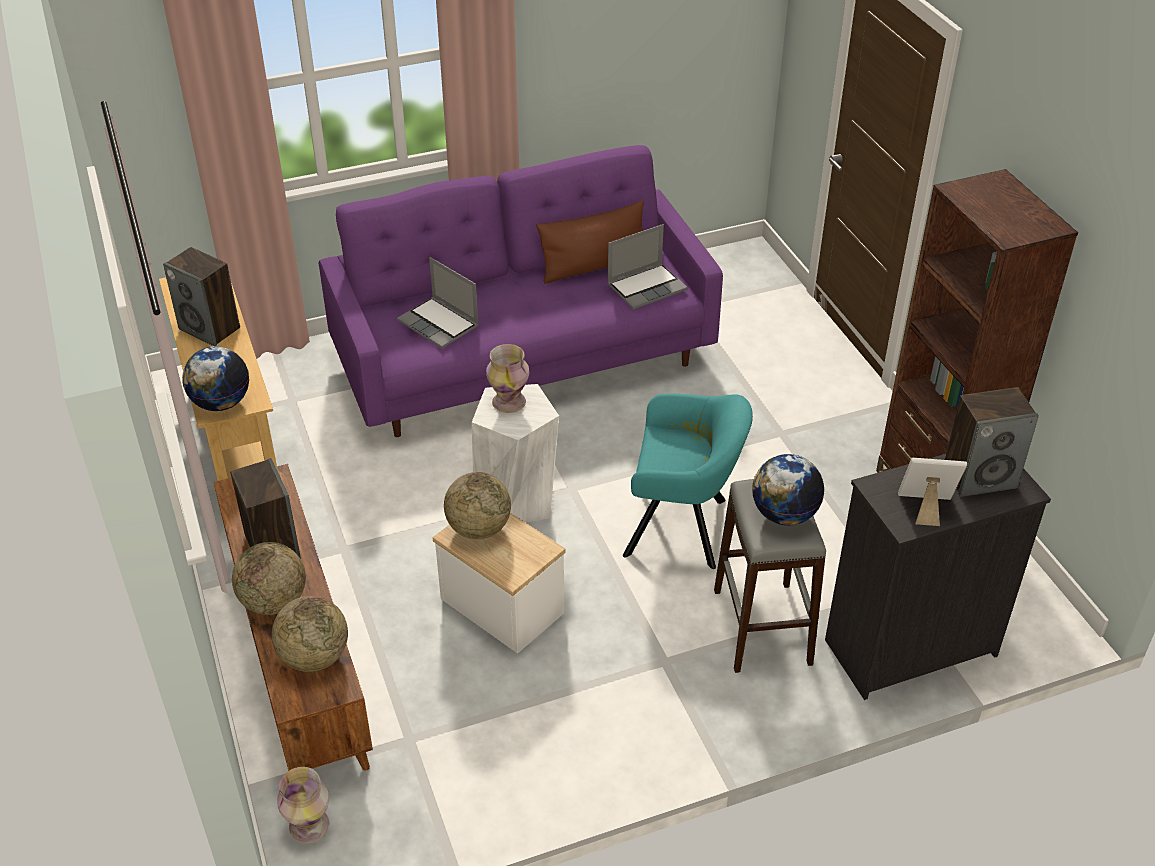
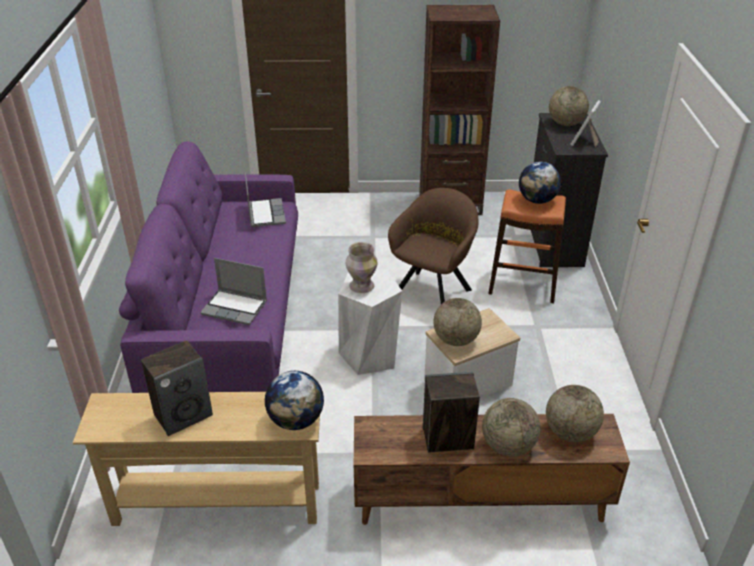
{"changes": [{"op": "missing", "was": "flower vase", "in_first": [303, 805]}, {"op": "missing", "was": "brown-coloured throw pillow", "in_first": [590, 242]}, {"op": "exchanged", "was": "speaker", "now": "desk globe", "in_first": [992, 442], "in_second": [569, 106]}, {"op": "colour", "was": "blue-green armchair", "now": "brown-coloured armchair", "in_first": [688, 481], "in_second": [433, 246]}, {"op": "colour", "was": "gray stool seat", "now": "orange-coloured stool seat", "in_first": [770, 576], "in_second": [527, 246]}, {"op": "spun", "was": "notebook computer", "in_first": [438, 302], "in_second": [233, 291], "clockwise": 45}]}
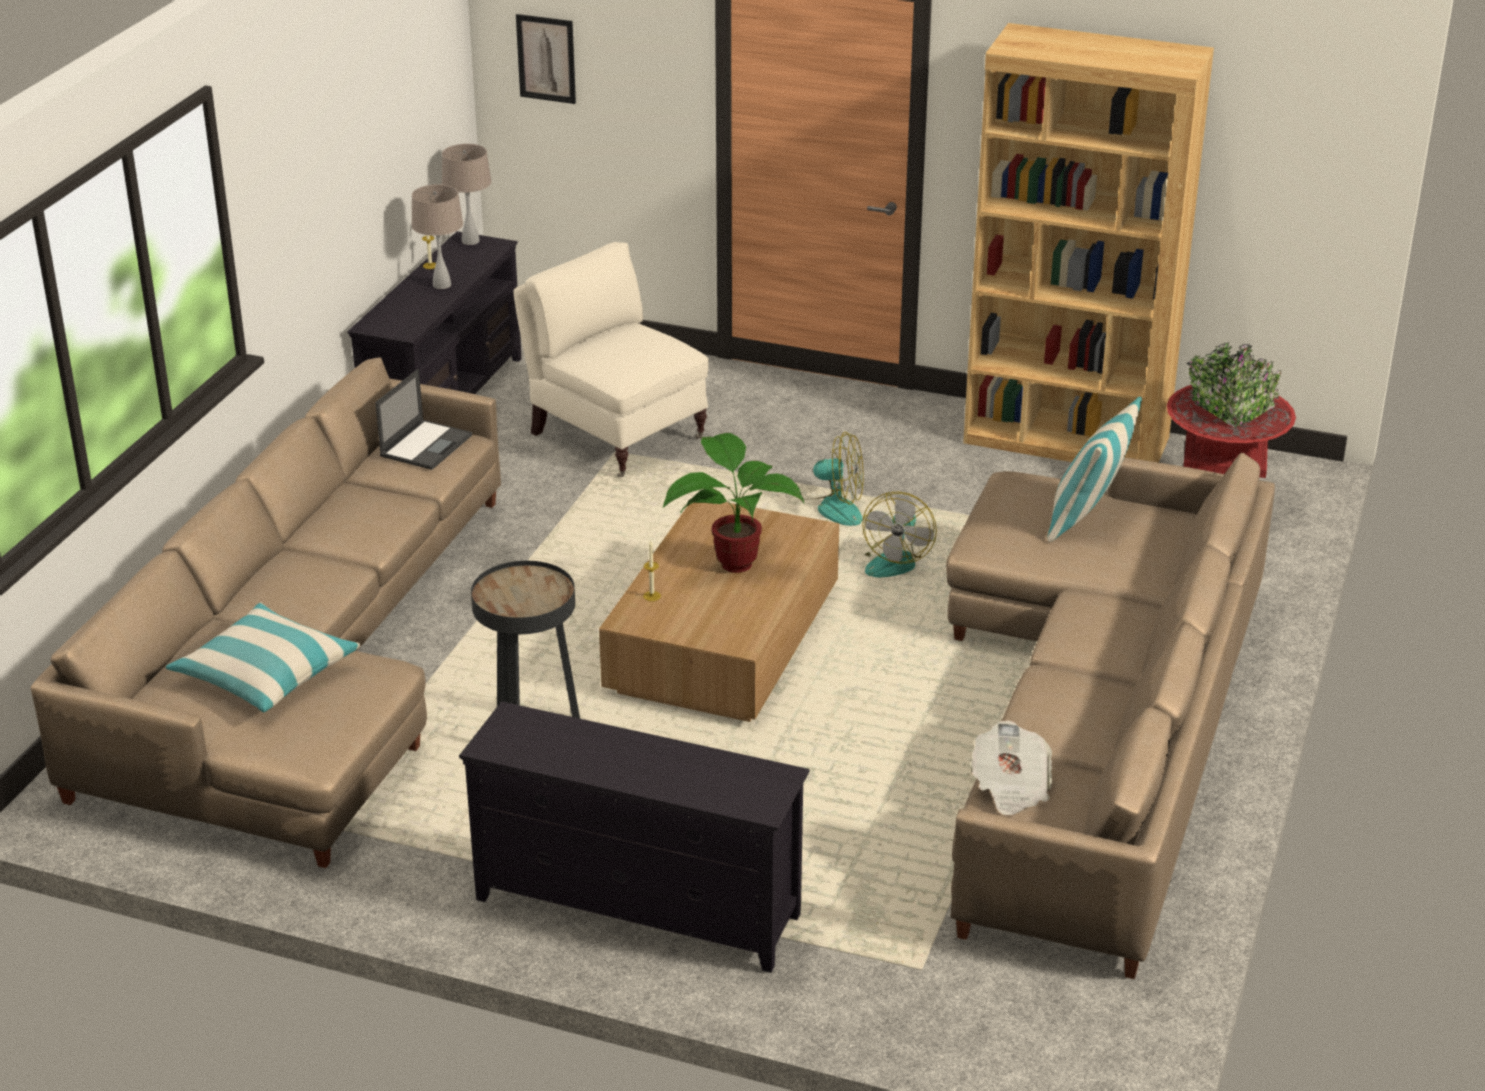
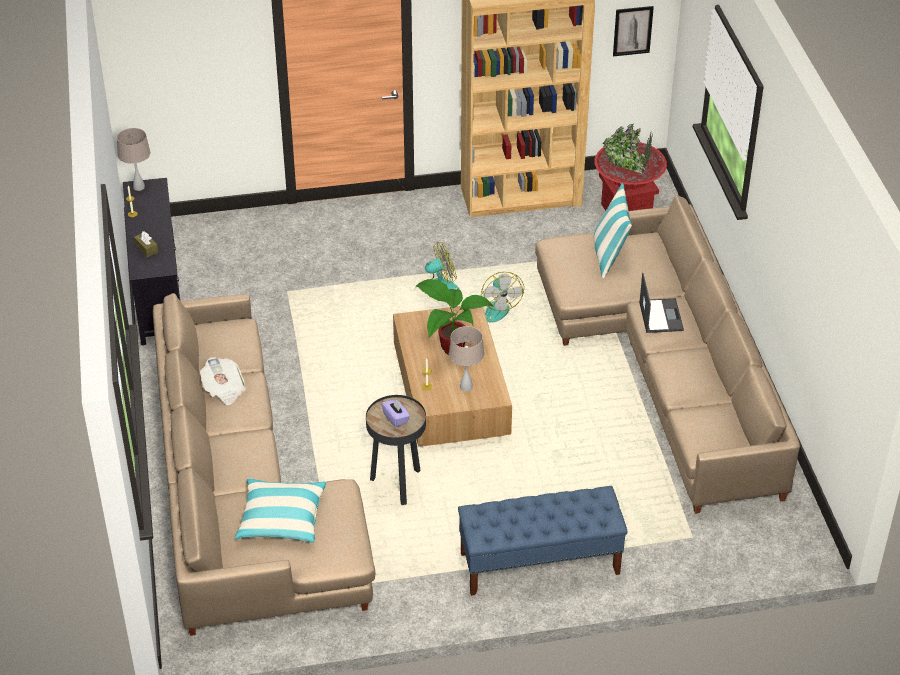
{"changes": [{"op": "missing", "was": "beige-coloured armchair", "in_first": [611, 359]}, {"op": "appeared", "now": "brown-coloured tissue holder", "in_second": [146, 244]}, {"op": "appeared", "now": "purple tissue holder", "in_second": [395, 413]}, {"op": "relocated", "was": "notebook computer", "in_first": [423, 419], "in_second": [661, 303]}, {"op": "relocated", "was": "beige-coloured lamp for a table", "in_first": [437, 236], "in_second": [466, 359]}, {"op": "relocated", "was": "wall art", "in_first": [546, 59], "in_second": [633, 31]}, {"op": "relocated", "was": "daily paper", "in_first": [1011, 768], "in_second": [223, 381]}, {"op": "exchanged", "was": "black tv stand", "now": "blue-coloured bench", "in_first": [634, 837], "in_second": [543, 541]}]}
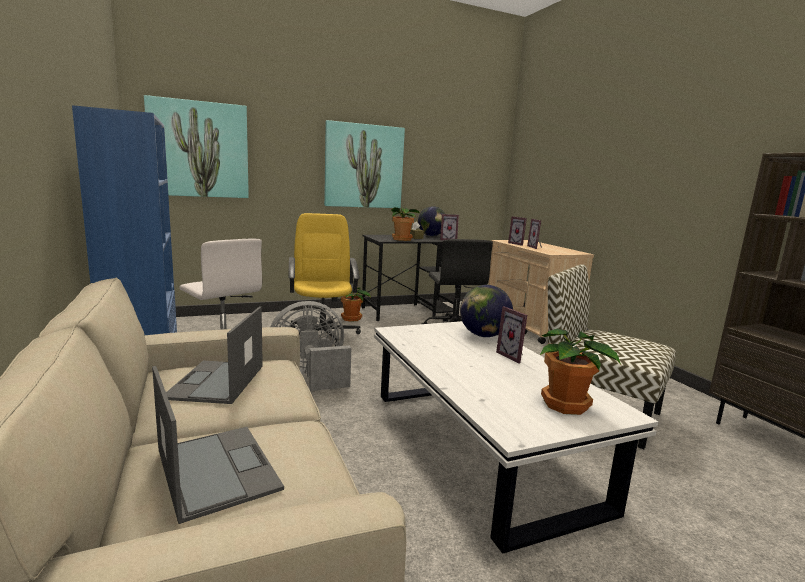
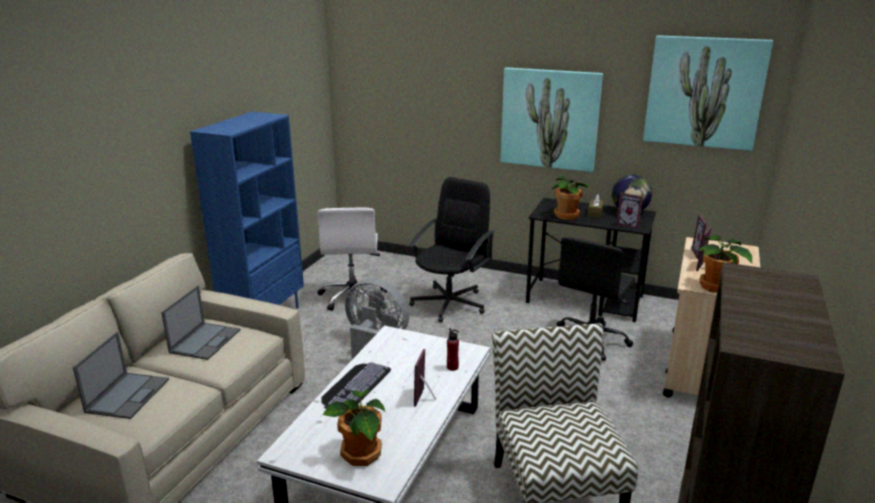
{"changes": [{"op": "appeared", "now": "PC keyboard", "in_second": [356, 385]}, {"op": "relocated", "was": "wall art", "in_first": [196, 146], "in_second": [708, 93]}, {"op": "relocated", "was": "plant in a pot", "in_first": [356, 305], "in_second": [724, 264]}, {"op": "exchanged", "was": "desk globe", "now": "reddish beverage bottle", "in_first": [486, 311], "in_second": [453, 349]}, {"op": "colour", "was": "yellowish office chair", "now": "black office chair", "in_first": [324, 279], "in_second": [452, 250]}, {"op": "spun", "was": "notebook computer", "in_first": [214, 355], "in_second": [201, 323], "clockwise": 150}]}
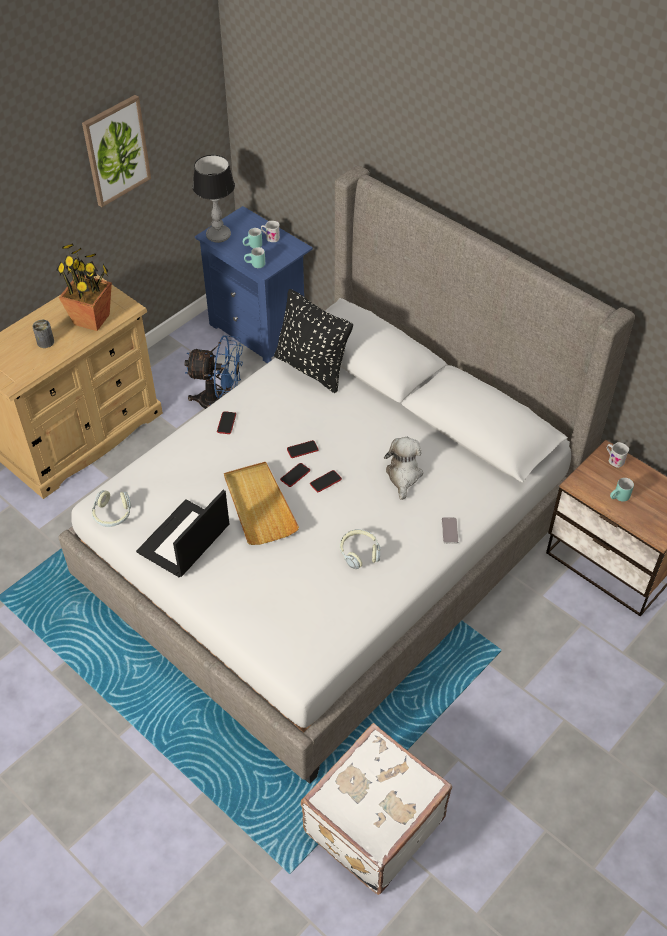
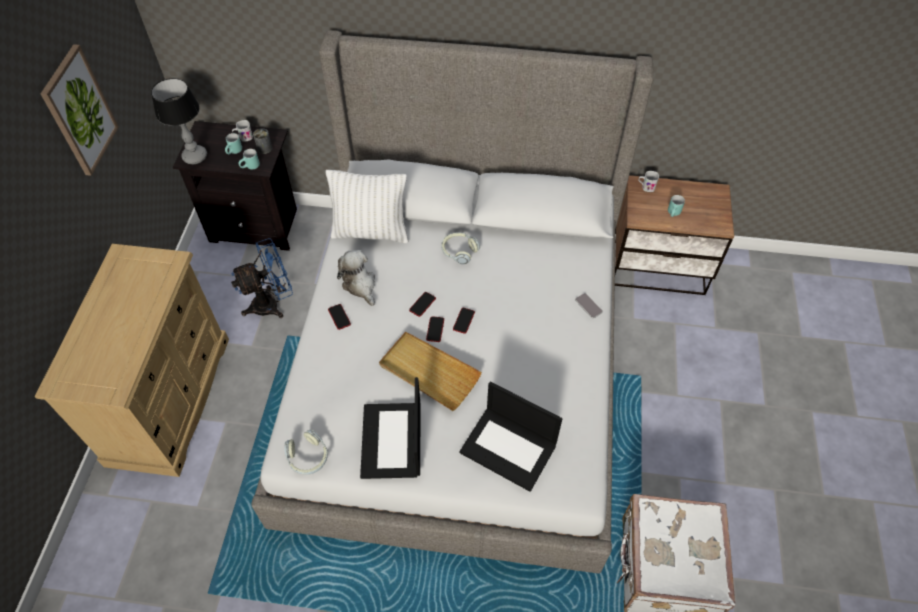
{"changes": [{"op": "missing", "was": "plant in a pot", "in_first": [84, 287]}, {"op": "appeared", "now": "notebook computer", "in_second": [510, 437]}, {"op": "relocated", "was": "sealed can", "in_first": [43, 334], "in_second": [262, 141]}, {"op": "relocated", "was": "headphones", "in_first": [359, 549], "in_second": [460, 248]}, {"op": "relocated", "was": "plush toy", "in_first": [403, 468], "in_second": [356, 278]}, {"op": "colour", "was": "blue-coloured night table", "now": "black night table", "in_first": [254, 284], "in_second": [235, 186]}, {"op": "colour", "was": "black throw pillow", "now": "whitish throw pillow", "in_first": [313, 341], "in_second": [367, 206]}]}
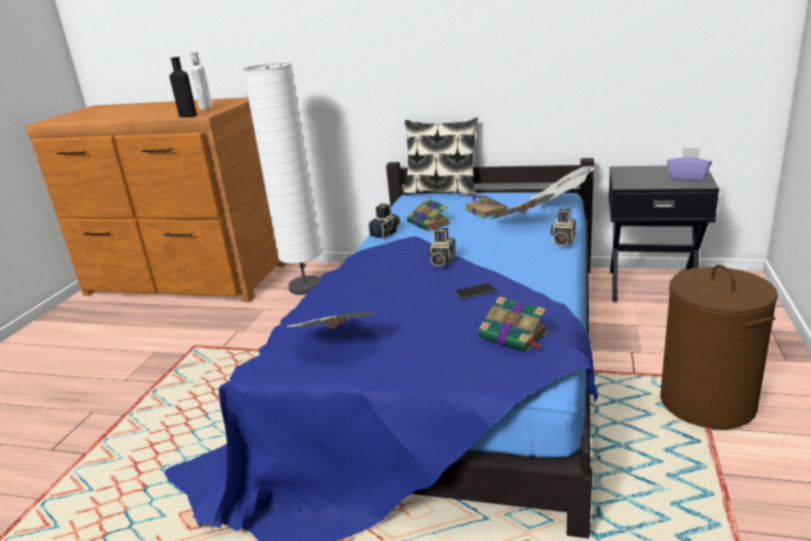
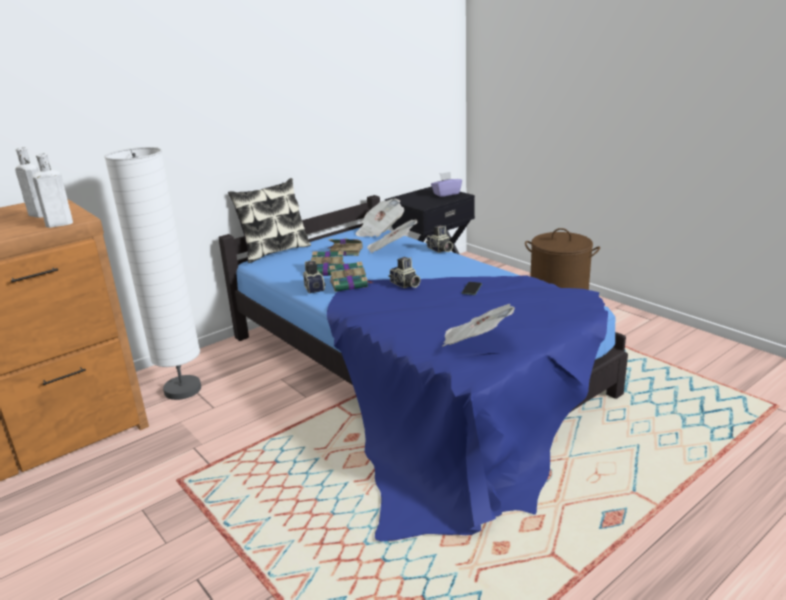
{"changes": [{"op": "relocated", "was": "bound book", "in_first": [513, 324], "in_second": [350, 276]}, {"op": "colour", "was": "black beverage bottle", "now": "whitish beverage bottle", "in_first": [183, 87], "in_second": [53, 190]}]}
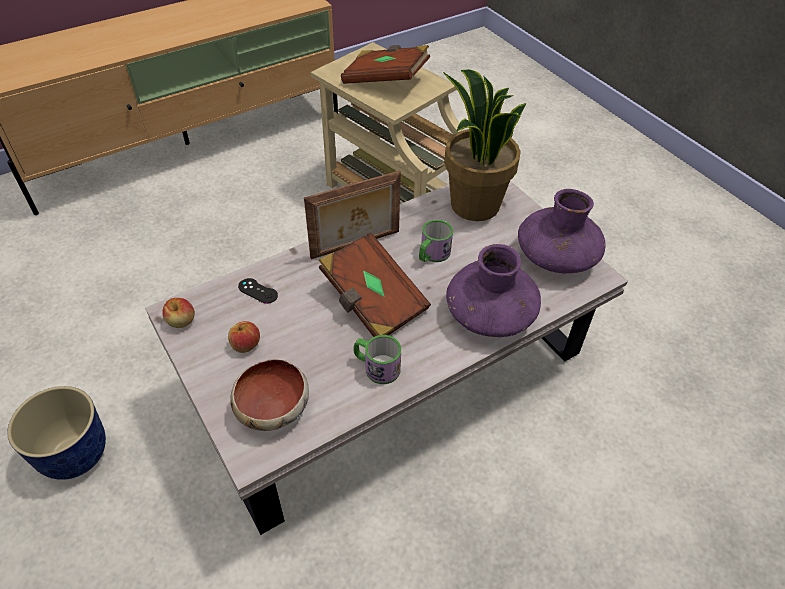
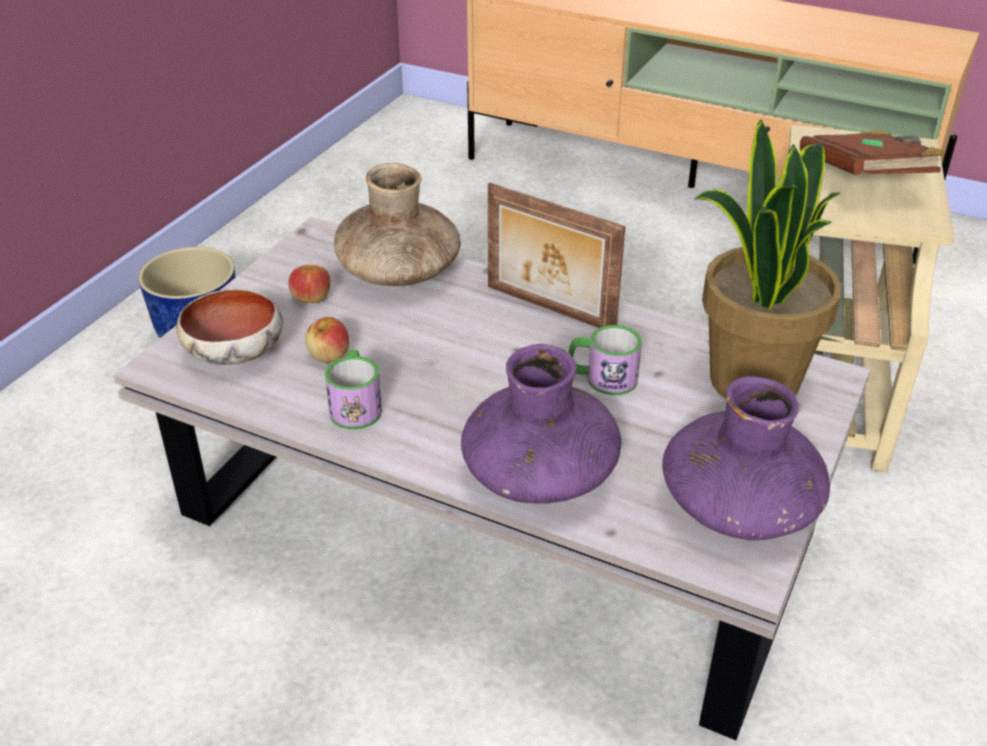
{"changes": [{"op": "missing", "was": "brown-coloured bound book", "in_first": [375, 284]}, {"op": "relocated", "was": "whole apple", "in_first": [178, 313], "in_second": [327, 339]}, {"op": "exchanged", "was": "black gamepad", "now": "brown-coloured flower vase", "in_first": [258, 291], "in_second": [397, 224]}]}
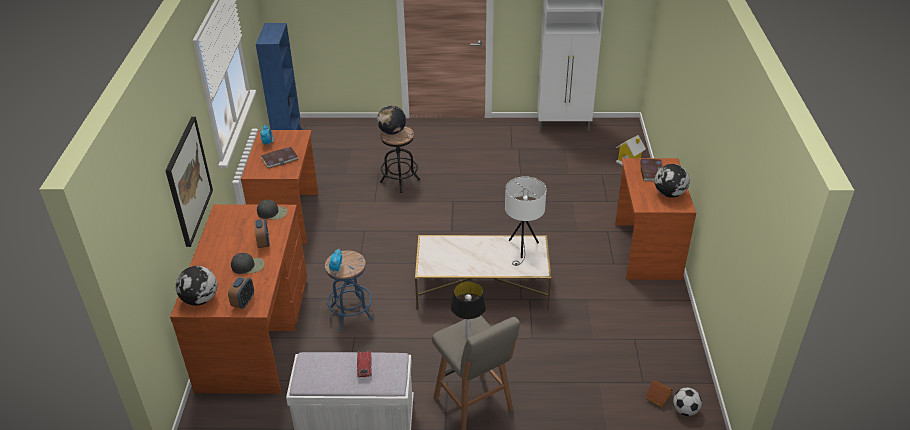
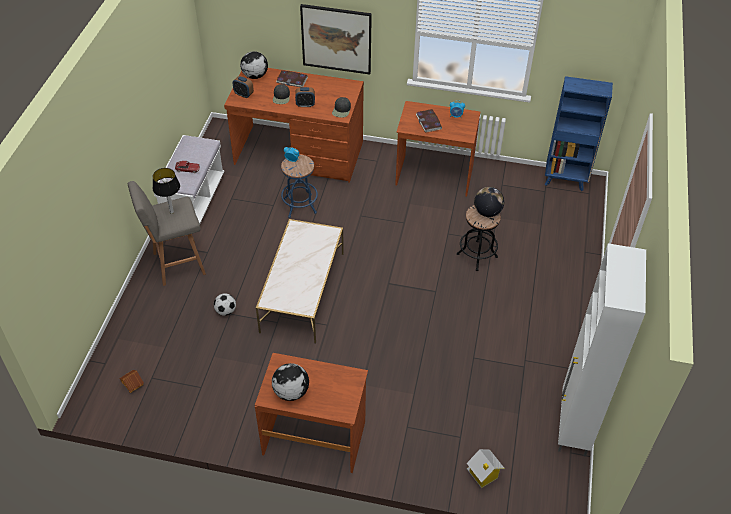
{"changes": [{"op": "missing", "was": "whitish lamp for a table", "in_first": [526, 221]}, {"op": "relocated", "was": "bound book", "in_first": [652, 170], "in_second": [292, 78]}, {"op": "relocated", "was": "football ball", "in_first": [687, 402], "in_second": [225, 304]}]}
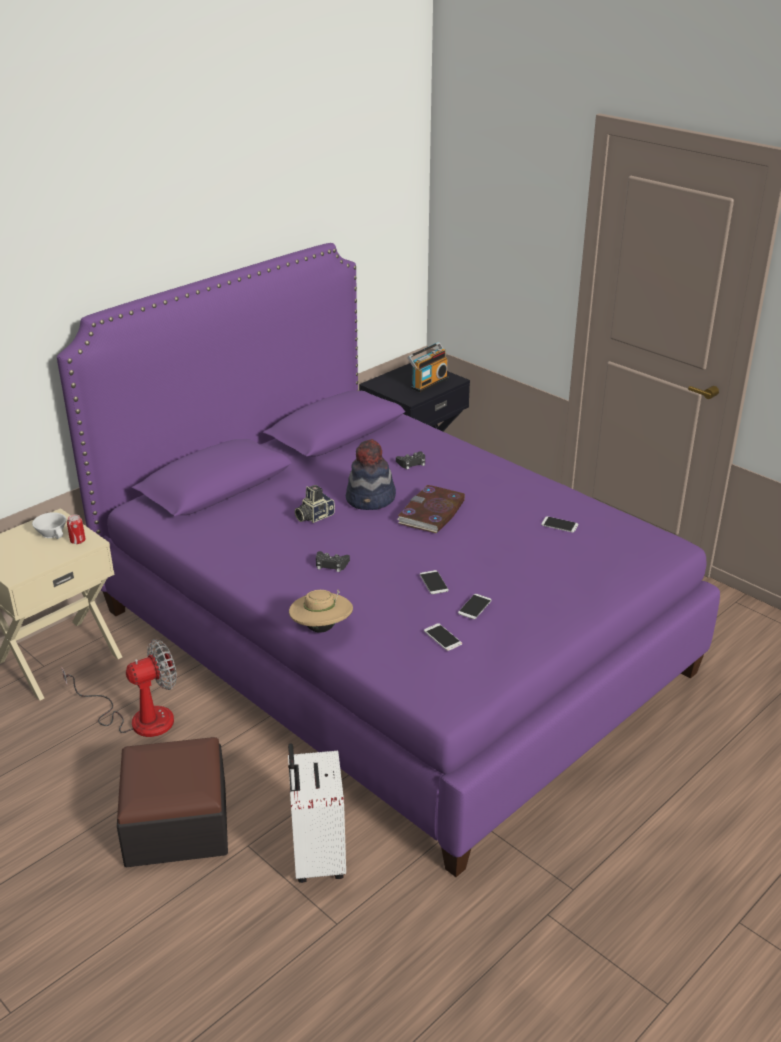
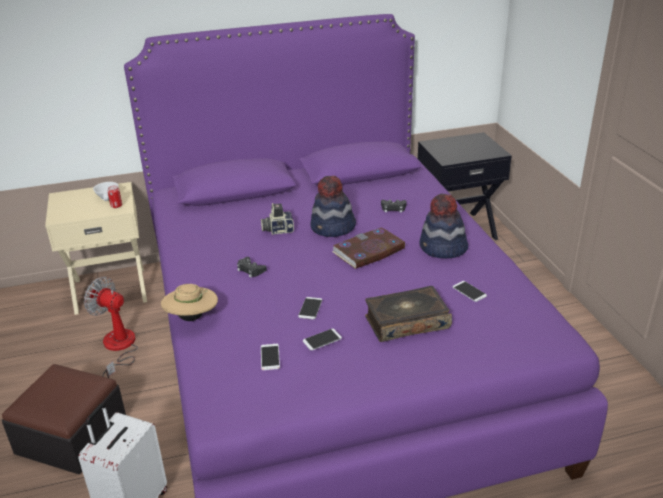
{"changes": [{"op": "missing", "was": "radio set", "in_first": [427, 367]}, {"op": "appeared", "now": "bound book", "in_second": [408, 314]}, {"op": "appeared", "now": "hat", "in_second": [443, 226]}, {"op": "spun", "was": "fan", "in_first": [119, 688], "in_second": [111, 327], "clockwise": -150}]}
